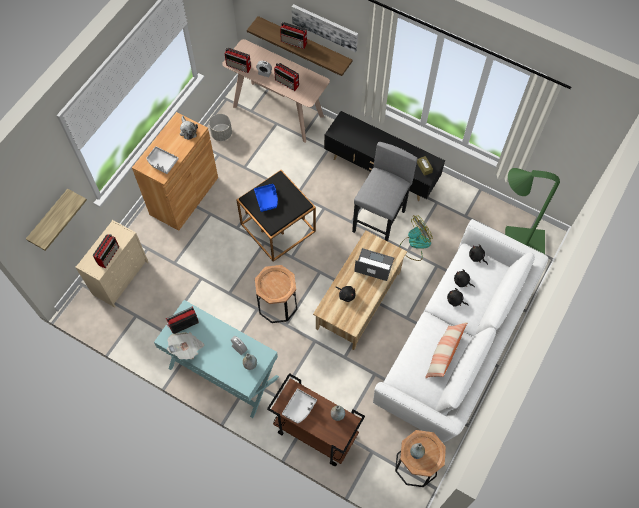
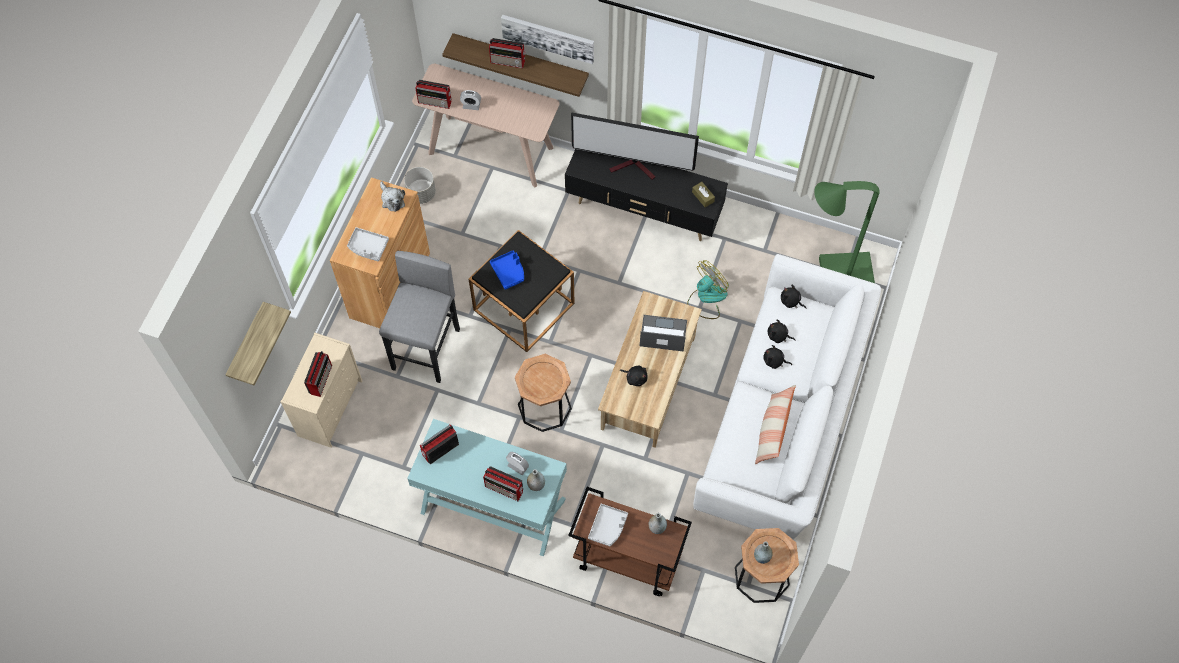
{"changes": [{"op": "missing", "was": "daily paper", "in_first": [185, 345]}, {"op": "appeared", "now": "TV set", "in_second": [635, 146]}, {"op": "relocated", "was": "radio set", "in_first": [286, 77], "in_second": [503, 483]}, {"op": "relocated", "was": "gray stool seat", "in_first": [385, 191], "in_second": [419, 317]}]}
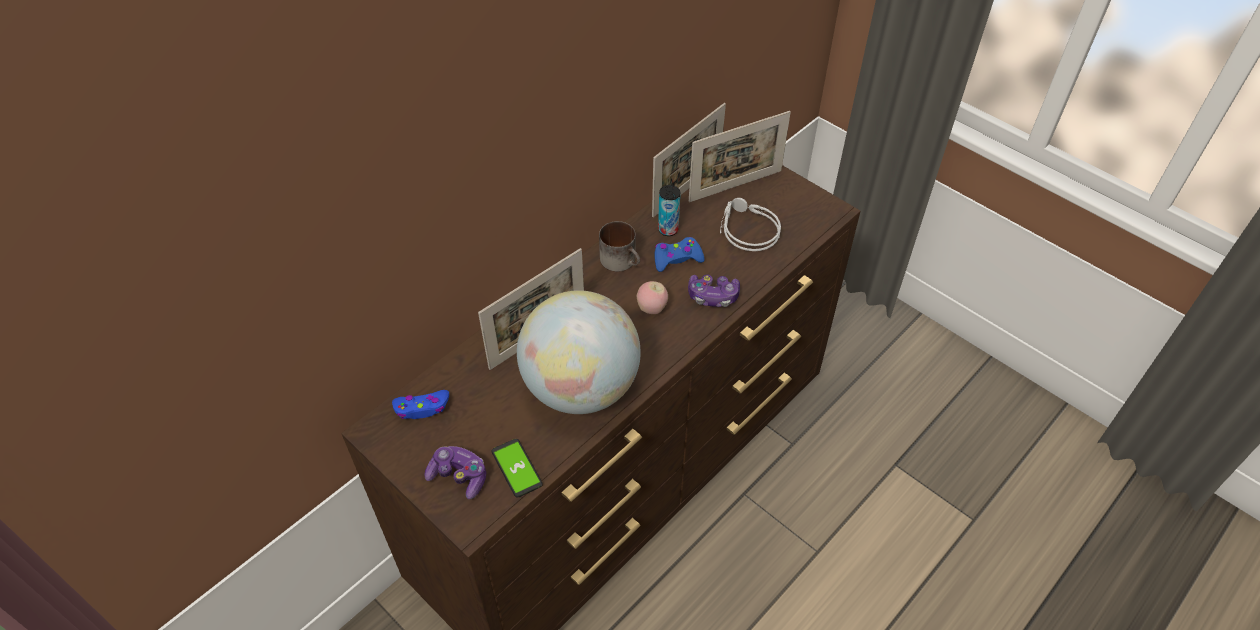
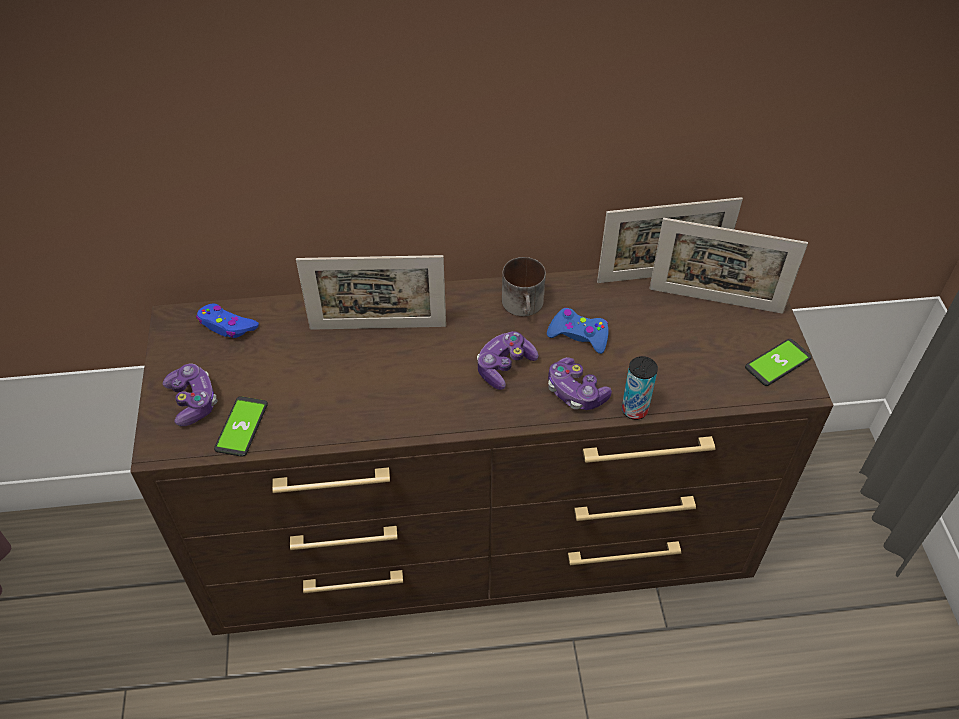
{"changes": [{"op": "missing", "was": "desk globe", "in_first": [579, 352]}, {"op": "missing", "was": "gray headphones", "in_first": [750, 224]}, {"op": "appeared", "now": "phone", "in_second": [778, 362]}, {"op": "relocated", "was": "sealed can", "in_first": [669, 210], "in_second": [640, 388]}, {"op": "exchanged", "was": "whole apple", "now": "gamepad", "in_first": [652, 297], "in_second": [507, 360]}]}
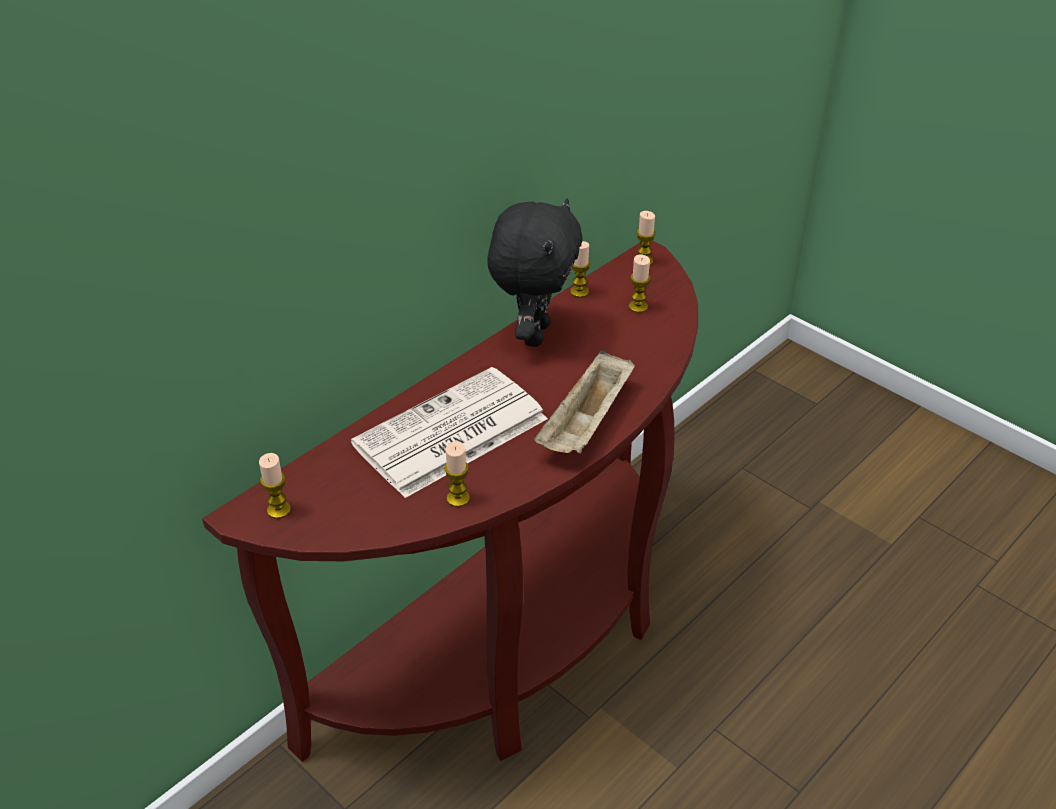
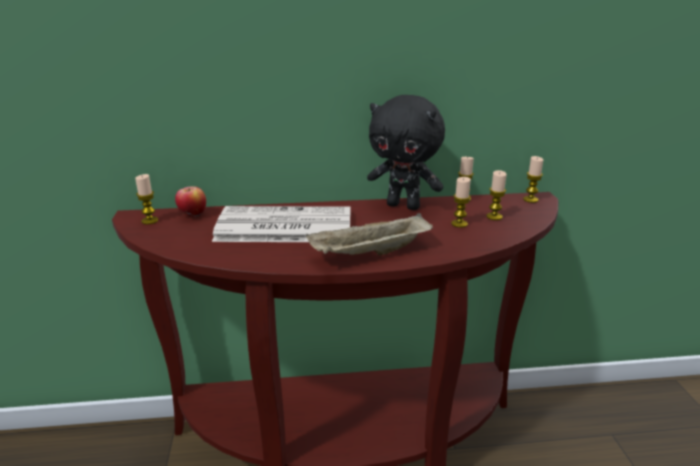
{"changes": [{"op": "appeared", "now": "whole apple", "in_second": [190, 201]}, {"op": "relocated", "was": "wax candle", "in_first": [457, 474], "in_second": [461, 202]}, {"op": "spun", "was": "black plush toy", "in_first": [535, 272], "in_second": [406, 152], "clockwise": 60}]}
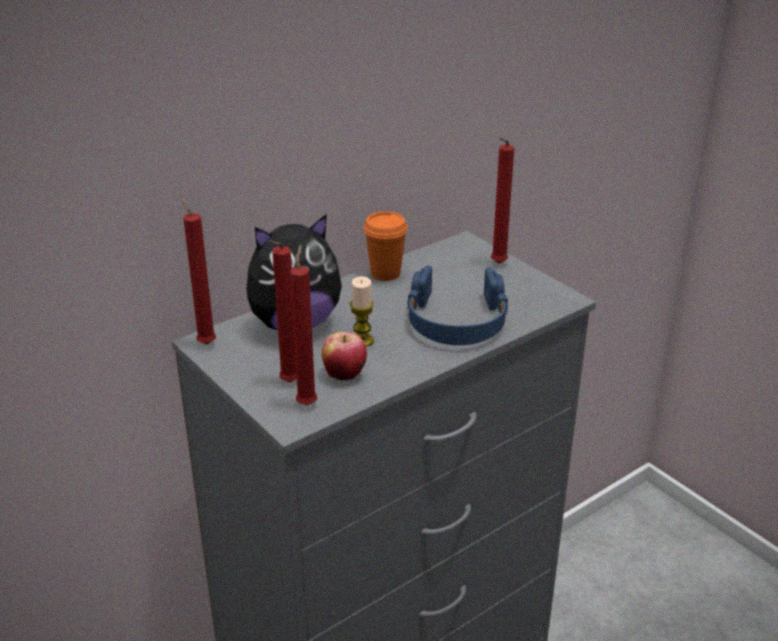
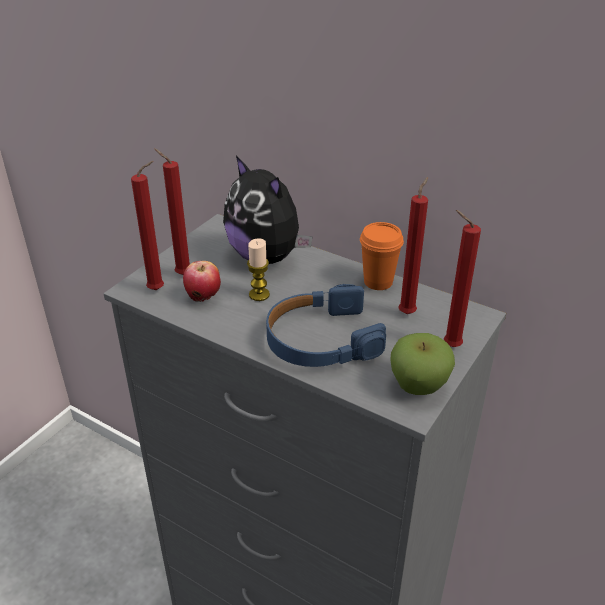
{"changes": [{"op": "appeared", "now": "whole apple", "in_second": [422, 364]}, {"op": "relocated", "was": "reddish wax candle", "in_first": [198, 270], "in_second": [413, 245]}]}
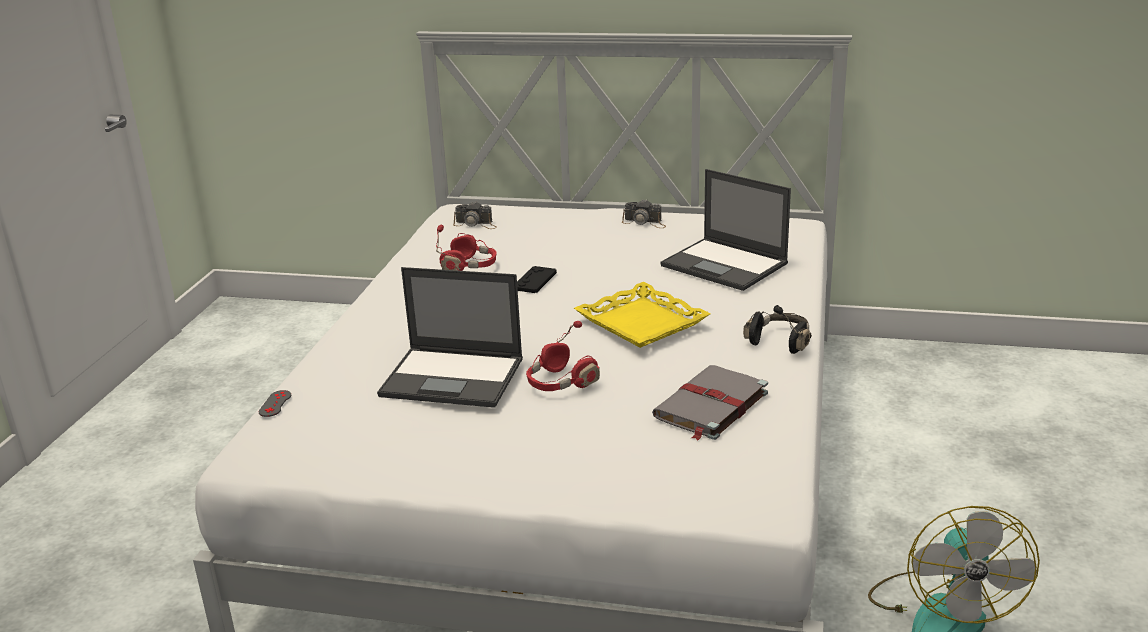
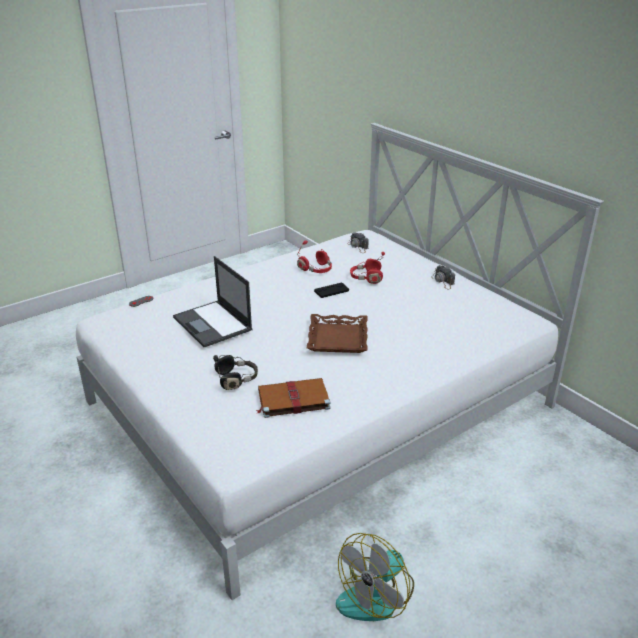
{"changes": [{"op": "missing", "was": "notebook computer", "in_first": [725, 230]}, {"op": "relocated", "was": "reddish headphones", "in_first": [563, 356], "in_second": [367, 268]}, {"op": "relocated", "was": "black headphones", "in_first": [777, 329], "in_second": [235, 372]}, {"op": "colour", "was": "yellowish tray", "now": "brown-coloured tray", "in_first": [642, 315], "in_second": [337, 333]}, {"op": "colour", "was": "gray bound book", "now": "brown-coloured bound book", "in_first": [710, 403], "in_second": [293, 398]}]}
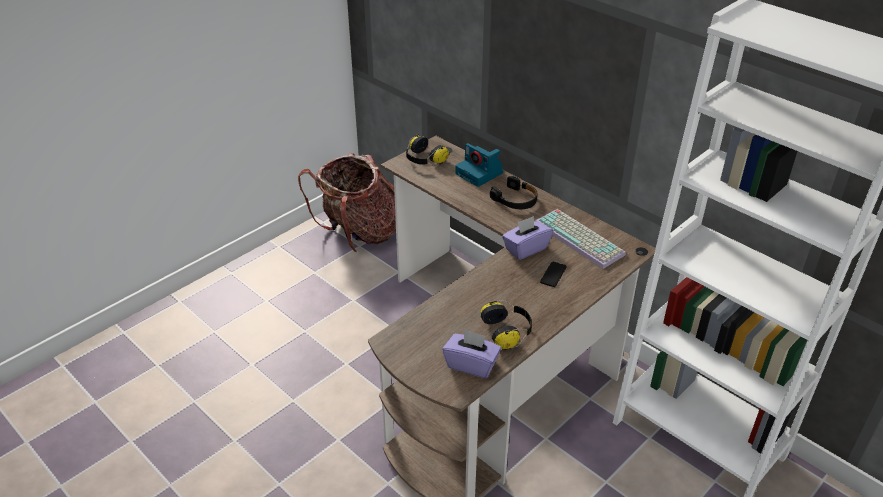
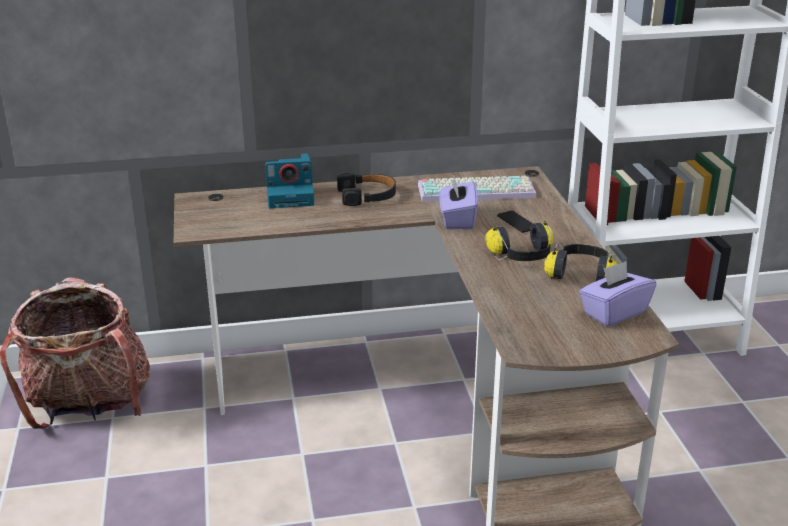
{"changes": [{"op": "relocated", "was": "headphones", "in_first": [427, 150], "in_second": [519, 241]}]}
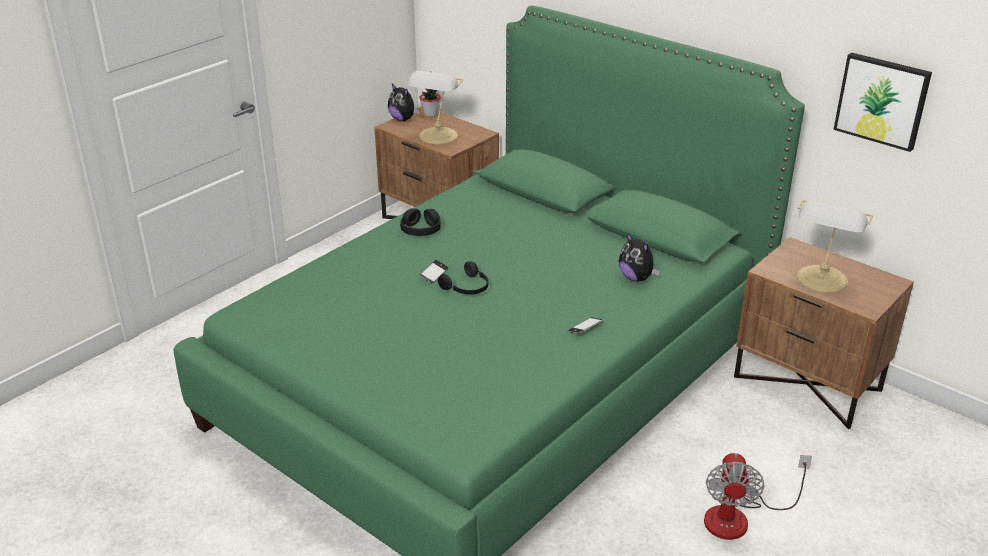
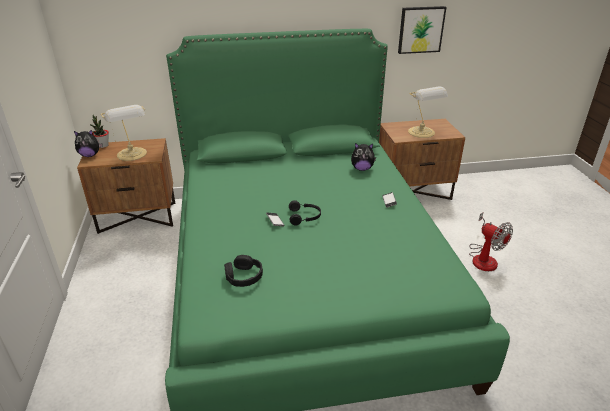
{"changes": [{"op": "relocated", "was": "black headphones", "in_first": [420, 222], "in_second": [243, 271]}]}
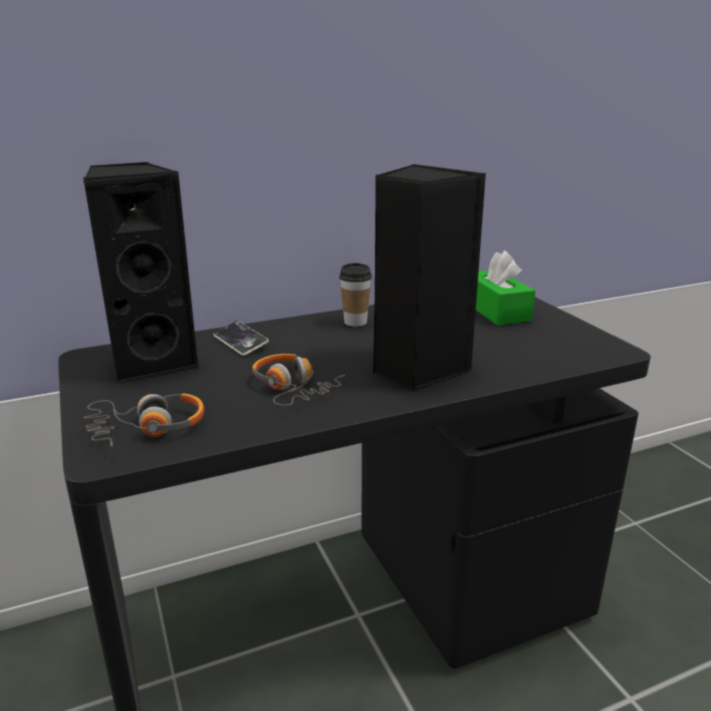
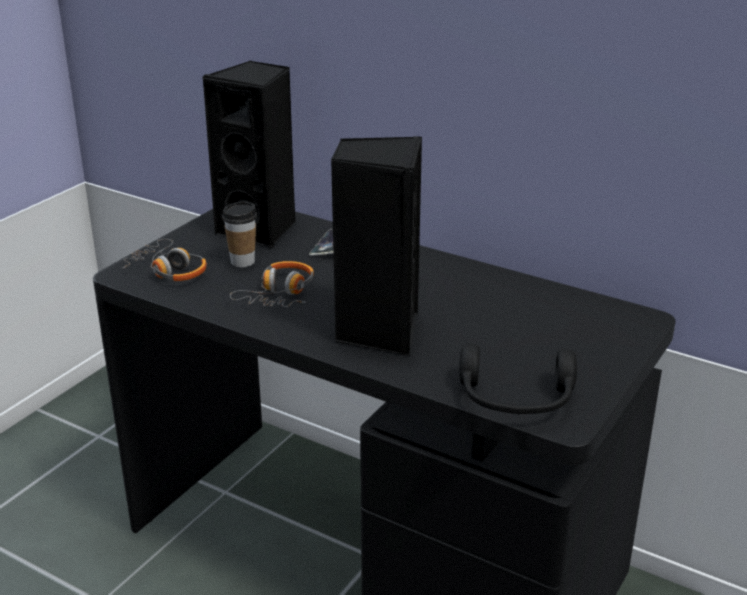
{"changes": [{"op": "missing", "was": "green tissue holder", "in_first": [505, 288]}, {"op": "appeared", "now": "black headphones", "in_second": [518, 379]}, {"op": "relocated", "was": "small cup", "in_first": [355, 295], "in_second": [239, 234]}]}
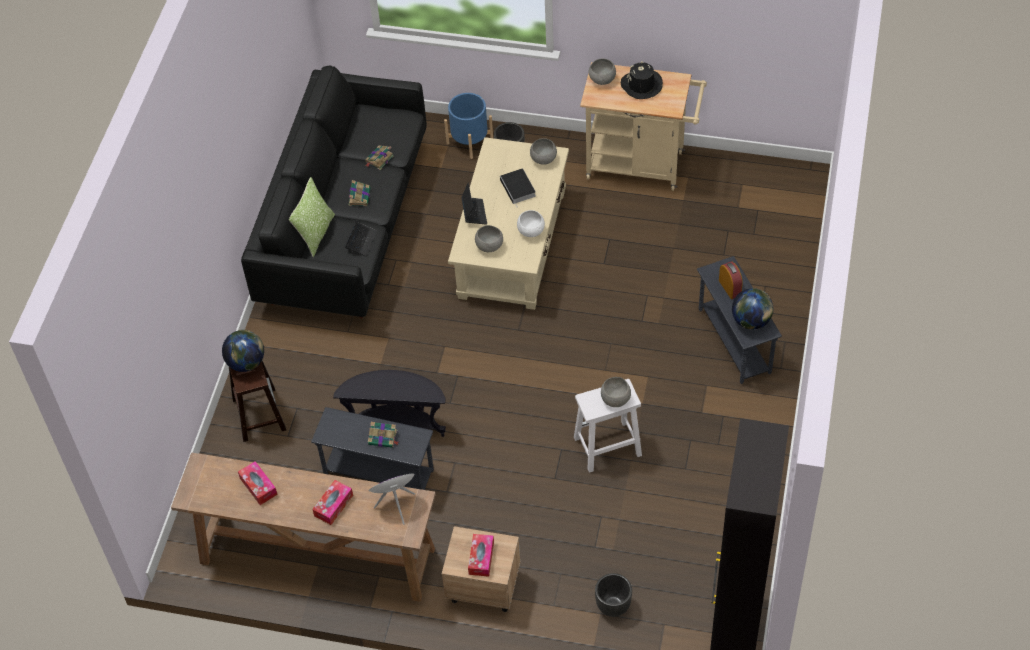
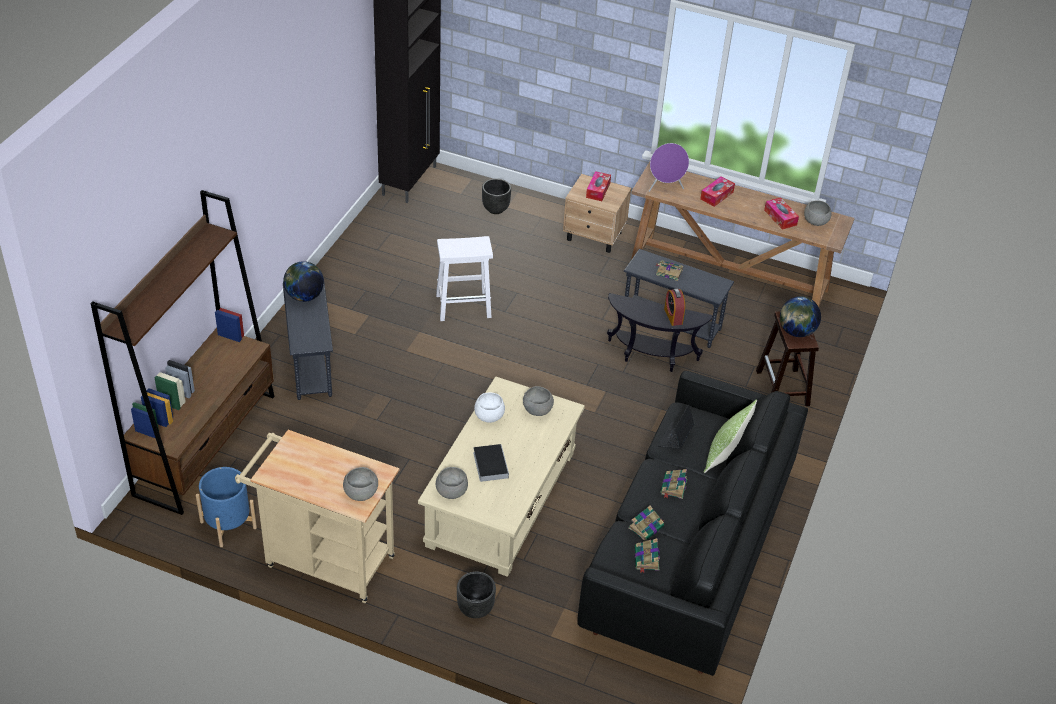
{"changes": [{"op": "missing", "was": "notebook computer", "in_first": [474, 203]}, {"op": "missing", "was": "black hat", "in_first": [642, 80]}, {"op": "appeared", "now": "brown-coloured bookshelf", "in_second": [183, 352]}, {"op": "appeared", "now": "bound book", "in_second": [647, 555]}, {"op": "relocated", "was": "blue-coloured plant pot", "in_first": [468, 126], "in_second": [226, 507]}, {"op": "relocated", "was": "gray serving bowl", "in_first": [616, 392], "in_second": [818, 213]}, {"op": "relocated", "was": "table clock", "in_first": [731, 280], "in_second": [674, 307]}]}
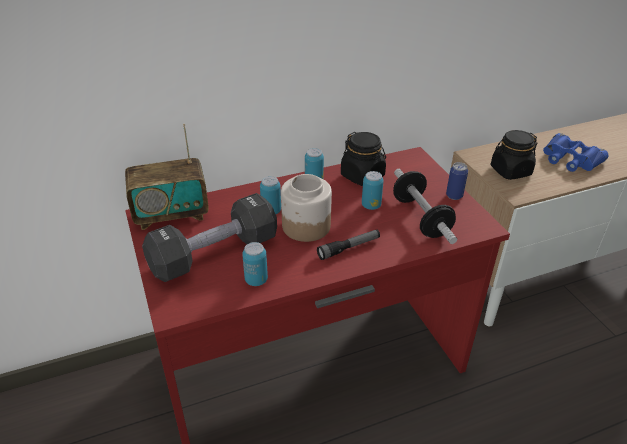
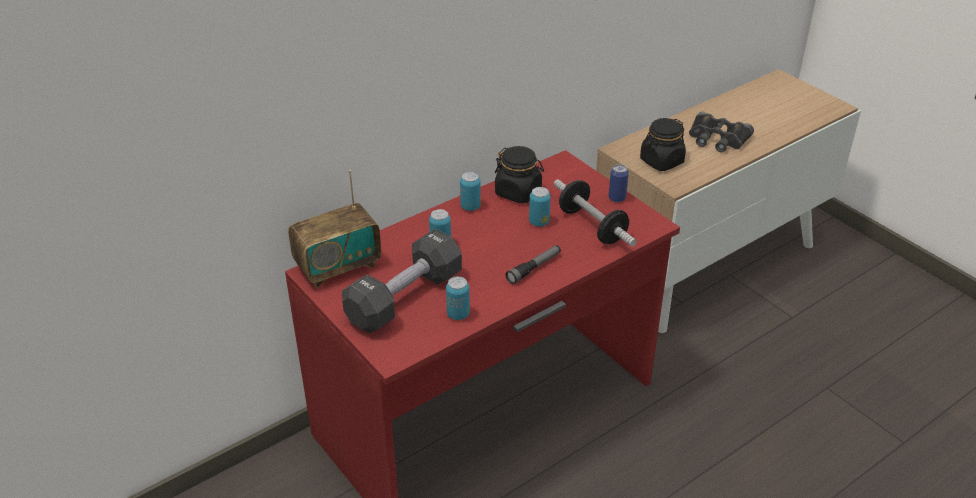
{"changes": [{"op": "missing", "was": "preserve jar", "in_first": [306, 208]}, {"op": "colour", "was": "blue-coloured pair of binoculars", "now": "black pair of binoculars", "in_first": [576, 152], "in_second": [721, 132]}]}
